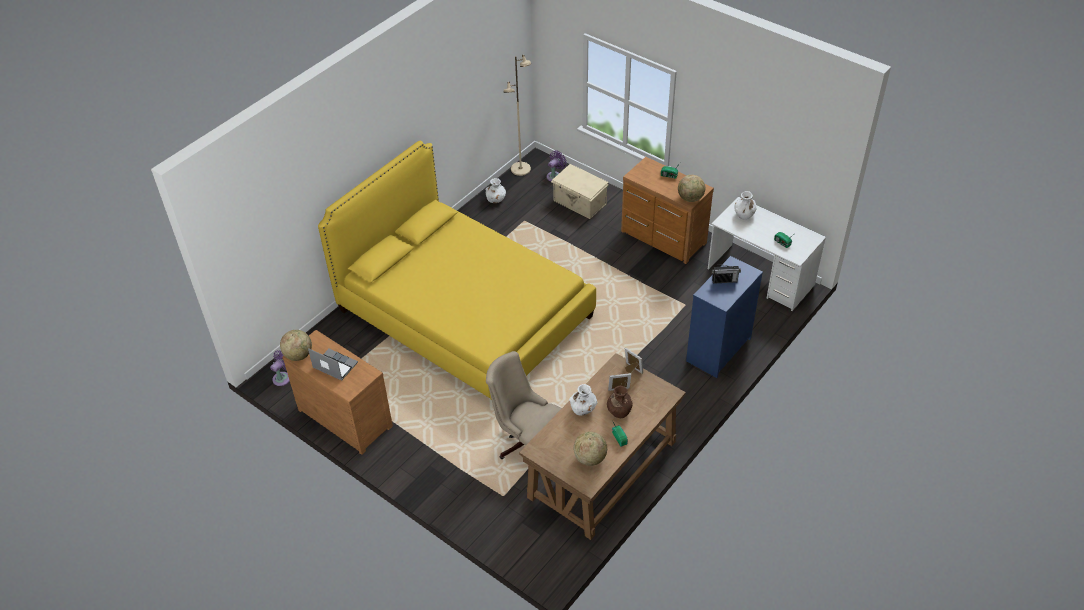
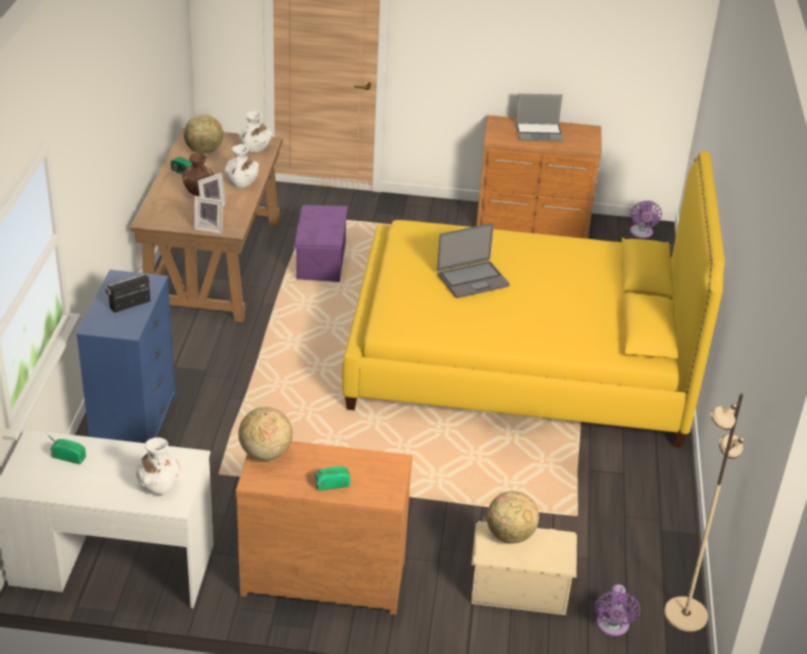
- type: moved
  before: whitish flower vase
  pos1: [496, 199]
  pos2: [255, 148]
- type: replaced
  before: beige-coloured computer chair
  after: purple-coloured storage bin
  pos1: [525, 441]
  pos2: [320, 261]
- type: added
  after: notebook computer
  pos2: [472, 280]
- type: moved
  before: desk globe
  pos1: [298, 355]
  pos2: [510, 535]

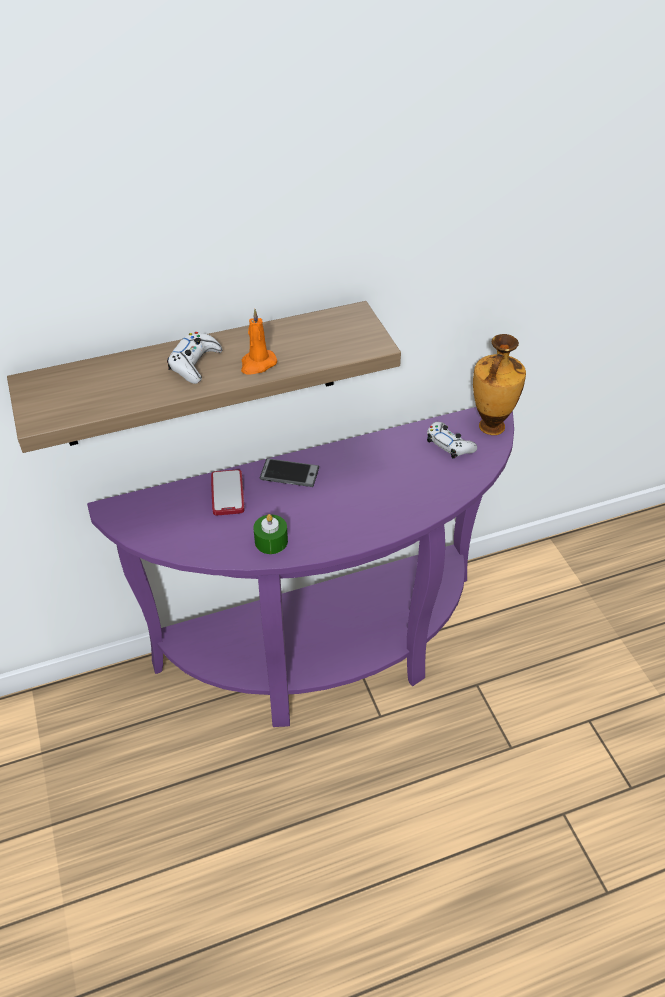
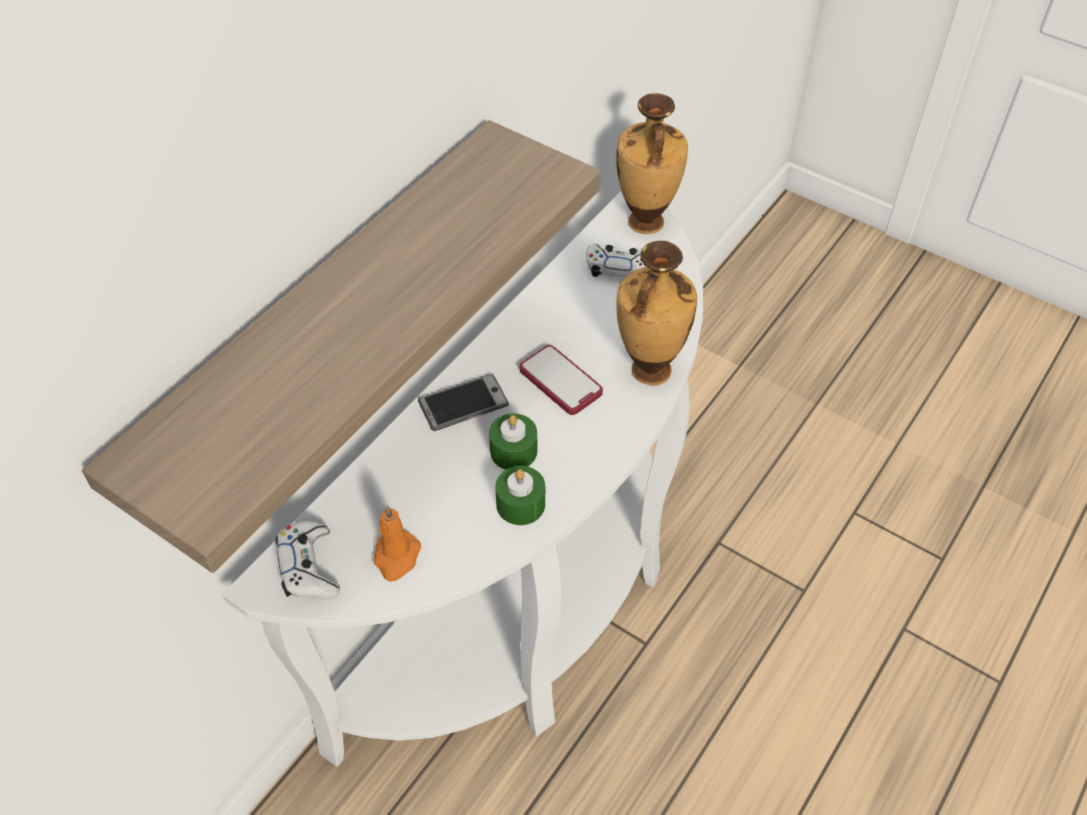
- type: recoloured
  before: purple-coloured hall table
  after: whitish hall table
  pos1: [328, 653]
  pos2: [531, 606]
- type: moved
  before: whitish gamepad
  pos1: [195, 364]
  pos2: [309, 567]
- type: moved
  before: orangey wax candle
  pos1: [257, 364]
  pos2: [396, 557]
- type: added
  after: green-coloured wax candle
  pos2: [513, 451]
- type: moved
  before: telephone
  pos1: [227, 493]
  pos2: [560, 381]
- type: added
  after: flower vase
  pos2: [648, 371]

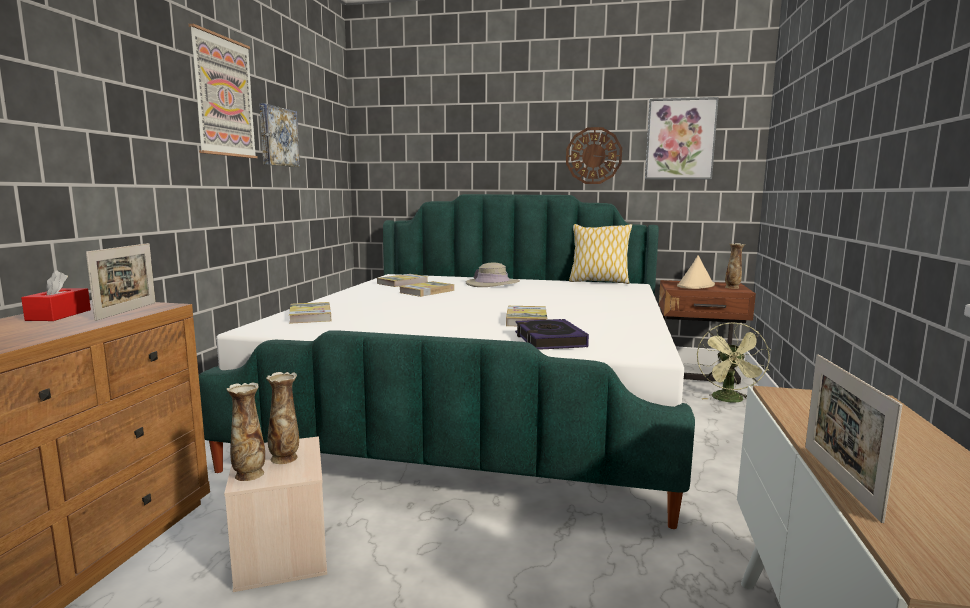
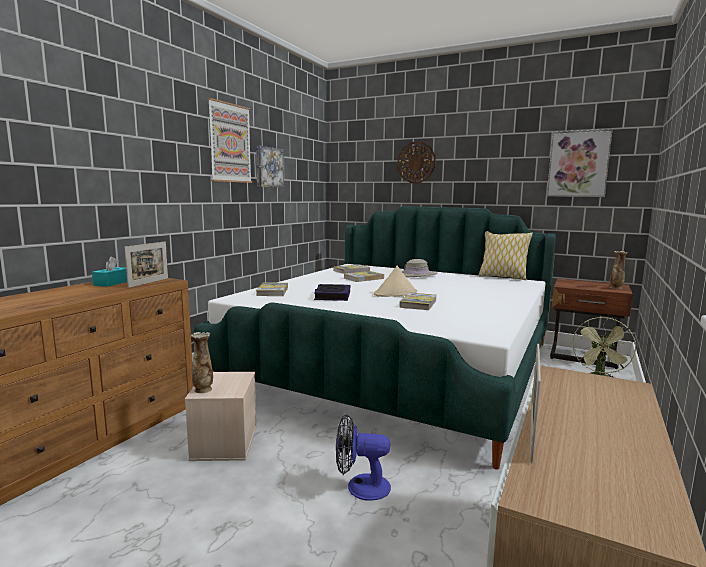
- type: recoloured
  before: red-coloured tissue holder
  after: turquoise tissue holder
  pos1: [59, 315]
  pos2: [112, 283]
- type: moved
  before: book
  pos1: [549, 340]
  pos2: [332, 296]
- type: added
  after: electric fan
  pos2: [360, 487]
- type: moved
  before: beige-coloured clothing hat
  pos1: [695, 286]
  pos2: [395, 293]
- type: moved
  before: hanging clock
  pos1: [593, 155]
  pos2: [416, 162]
- type: removed
  before: flower vase
  pos1: [285, 458]

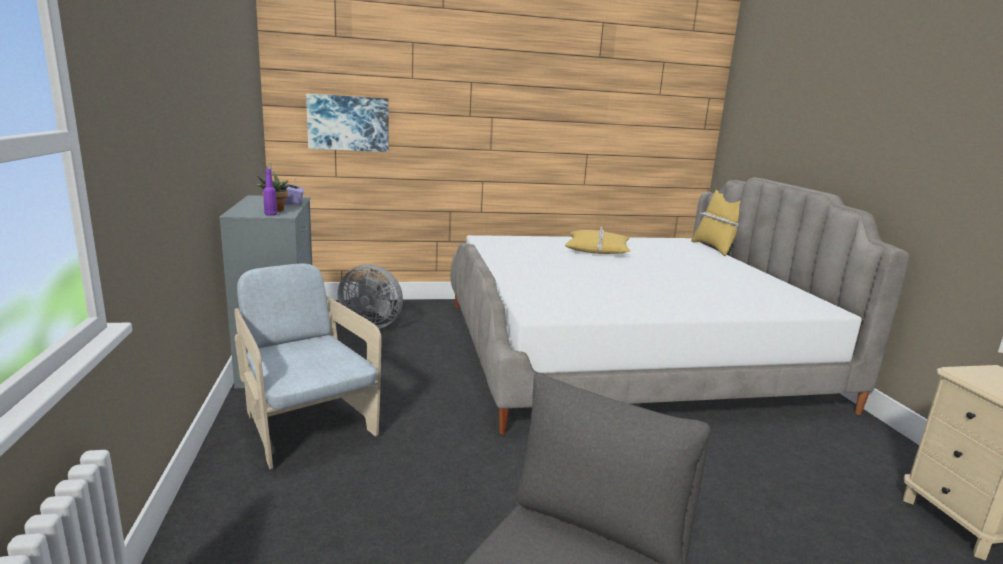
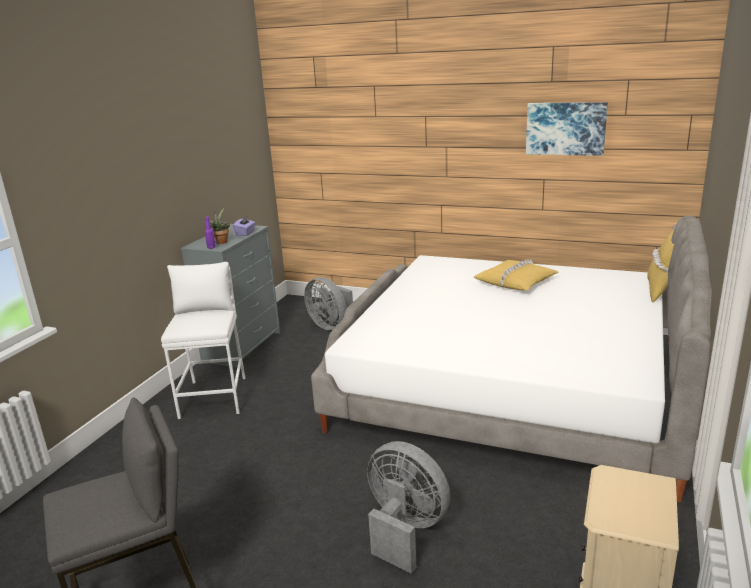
- type: replaced
  before: beige-coloured armchair
  after: whitish sitting stool
  pos1: [306, 425]
  pos2: [214, 397]
- type: added
  after: gray electric fan
  pos2: [405, 529]
- type: moved
  before: picture
  pos1: [348, 123]
  pos2: [565, 128]

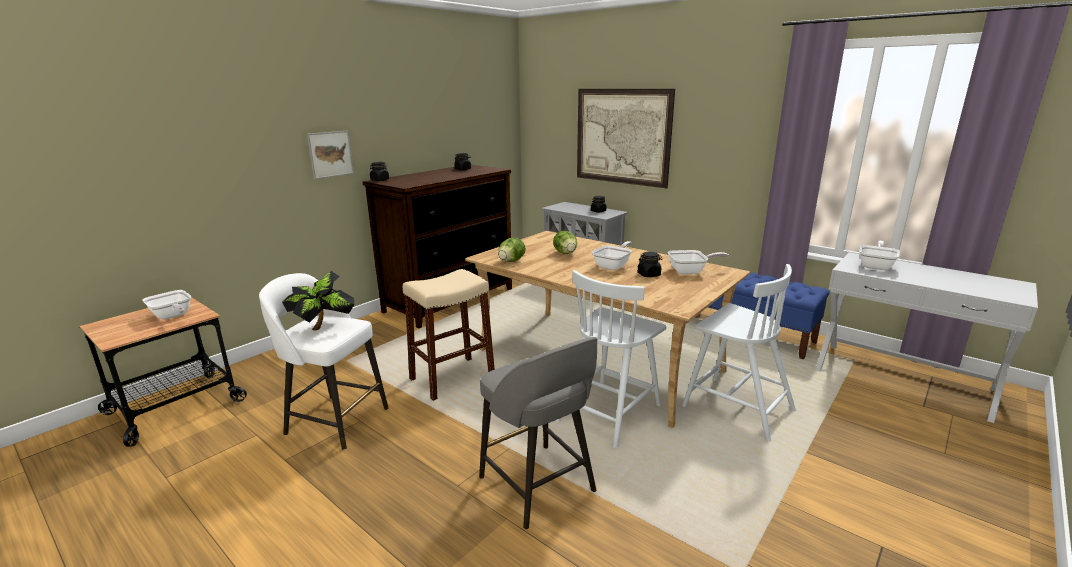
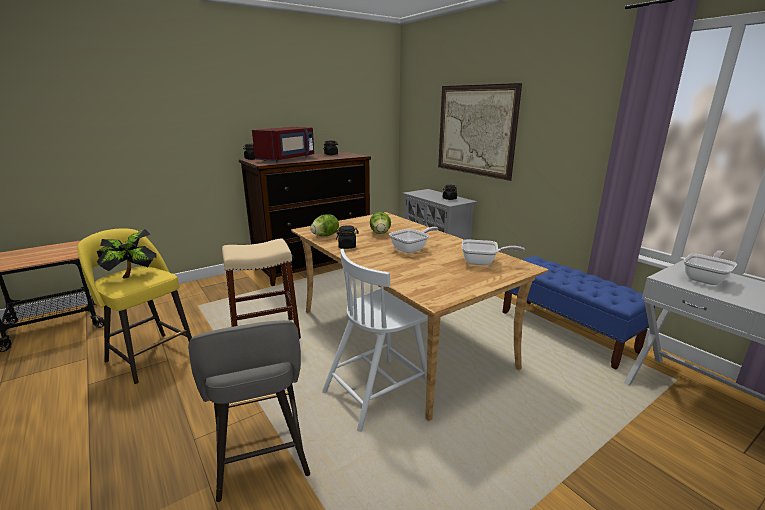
- type: recoloured
  before: whitish sitting stool
  after: yellow sitting stool
  pos1: [335, 420]
  pos2: [150, 356]
- type: added
  after: red-coloured microwave
  pos2: [287, 159]
- type: moved
  before: black jar
  pos1: [649, 275]
  pos2: [347, 246]
- type: removed
  before: frying pan
  pos1: [172, 316]
- type: removed
  before: picture
  pos1: [330, 154]
- type: removed
  before: whitish upright chair
  pos1: [736, 407]

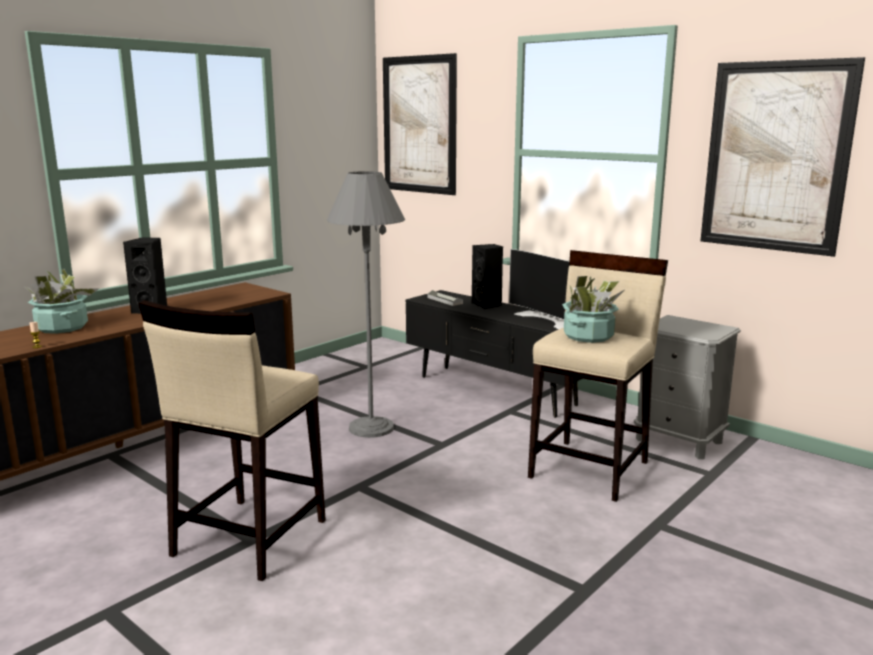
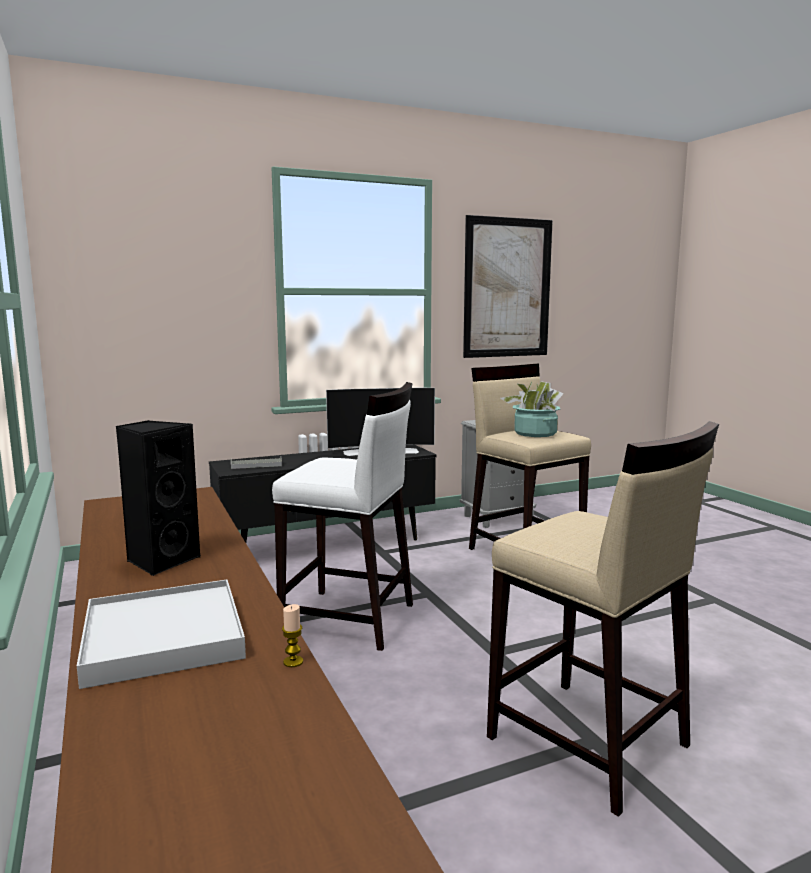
- type: replaced
  before: houseplant
  after: whitish carrying tray
  pos1: [62, 327]
  pos2: [163, 637]
- type: replaced
  before: gray standard lamp
  after: whitish sitting stool
  pos1: [371, 428]
  pos2: [349, 619]
- type: removed
  before: picture
  pos1: [419, 125]
- type: removed
  before: black speaker
  pos1: [487, 305]

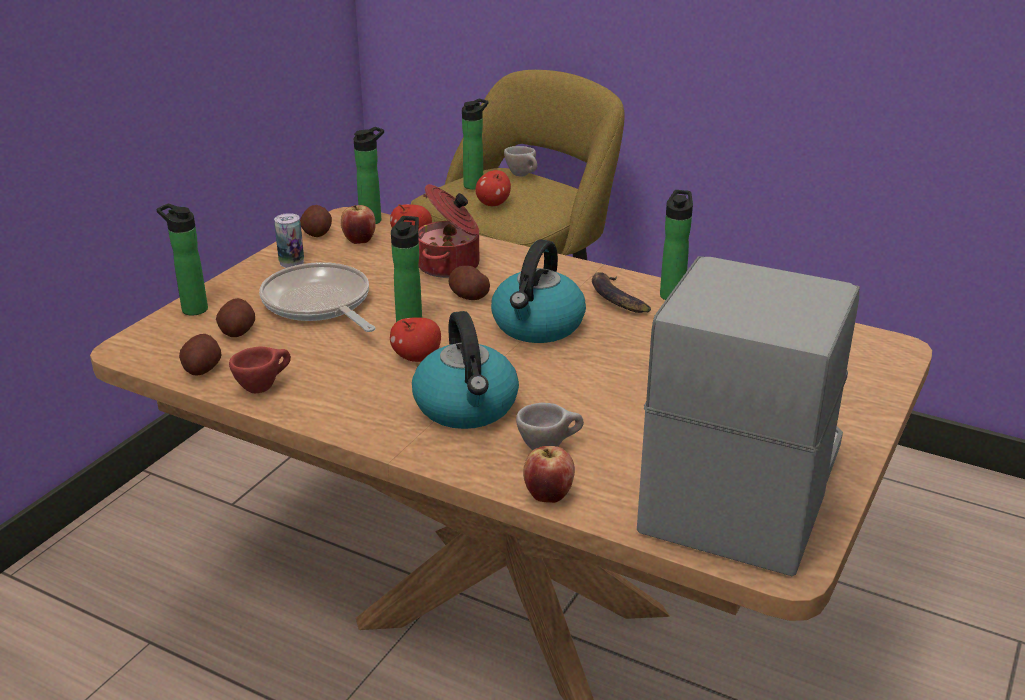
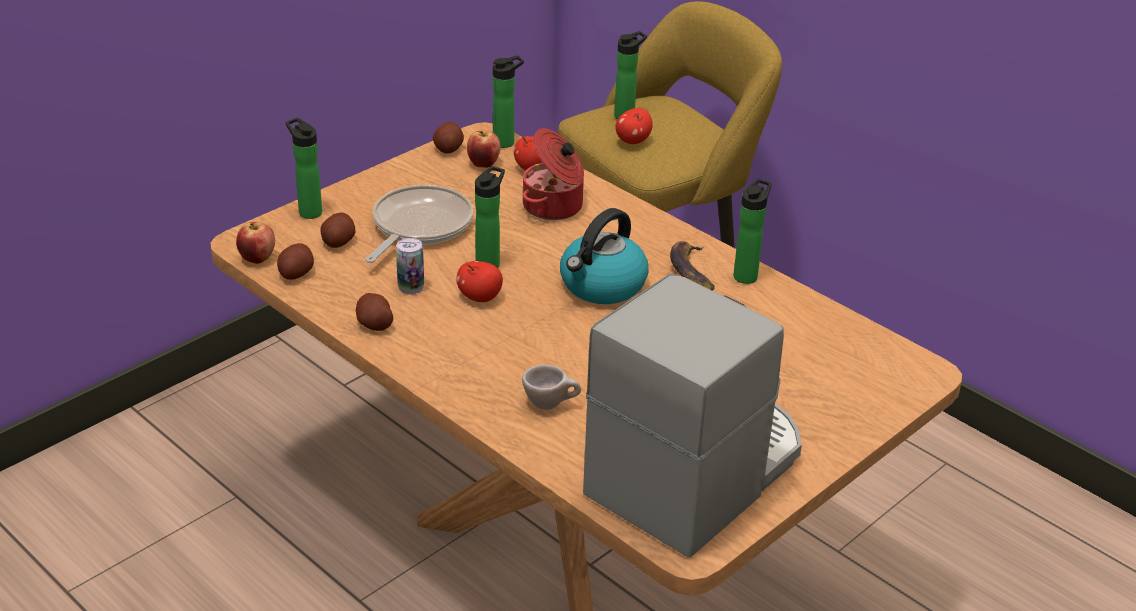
- type: moved
  before: apple fruit
  pos1: [549, 495]
  pos2: [257, 259]
- type: moved
  before: whole potato
  pos1: [468, 296]
  pos2: [374, 324]
- type: turned
  before: frying pan
  pos1: [319, 304]
  pos2: [418, 227]
  turn: 45
- type: moved
  before: sealed can
  pos1: [291, 262]
  pos2: [411, 287]
- type: removed
  before: red-coloured cup
  pos1: [263, 386]
- type: removed
  before: kettle
  pos1: [467, 407]
- type: removed
  before: beige-coloured cup
  pos1: [523, 175]

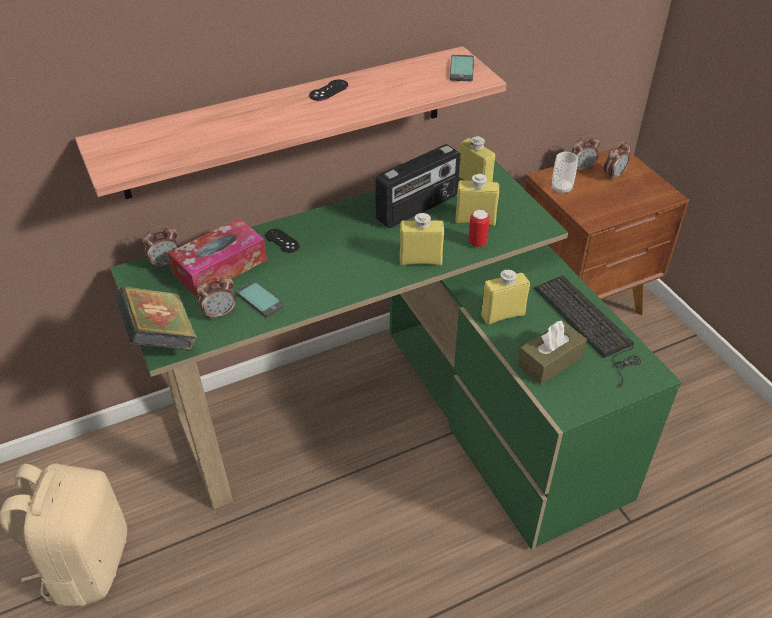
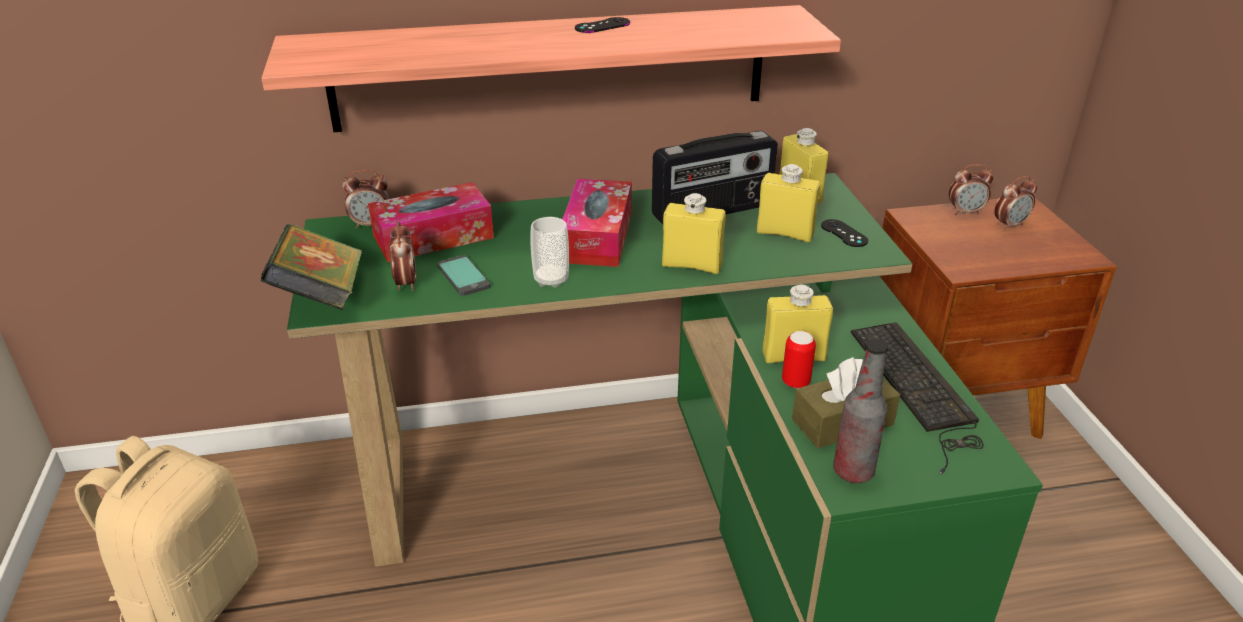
- type: turned
  before: table clock
  pos1: [219, 313]
  pos2: [406, 283]
  turn: -90
- type: moved
  before: cup
  pos1: [561, 188]
  pos2: [551, 280]
- type: added
  after: tissue holder
  pos2: [597, 237]
- type: moved
  before: sealed can
  pos1: [477, 243]
  pos2: [795, 382]
- type: moved
  before: black gamepad
  pos1: [282, 241]
  pos2: [844, 233]
- type: added
  after: bottle
  pos2: [853, 471]
- type: removed
  before: telephone
  pos1: [462, 69]

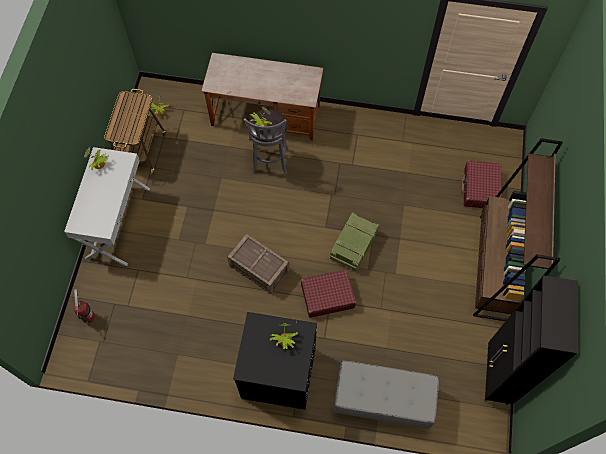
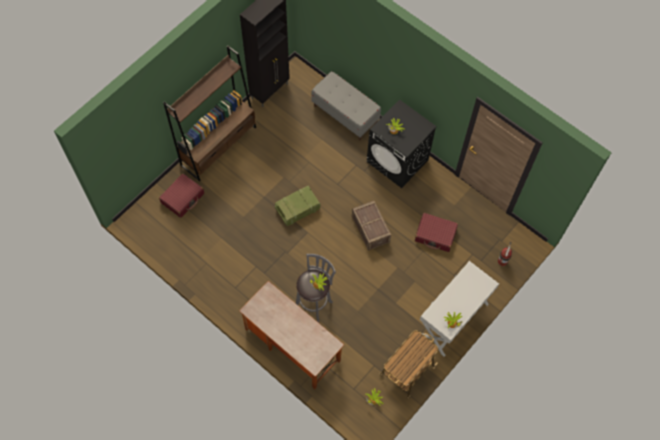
- type: moved
  before: red-coloured travel case
  pos1: [327, 296]
  pos2: [435, 235]

